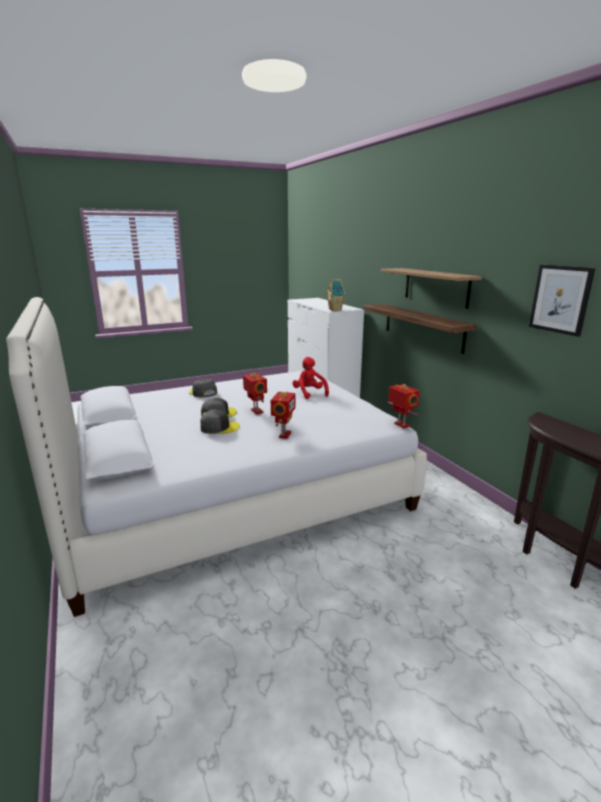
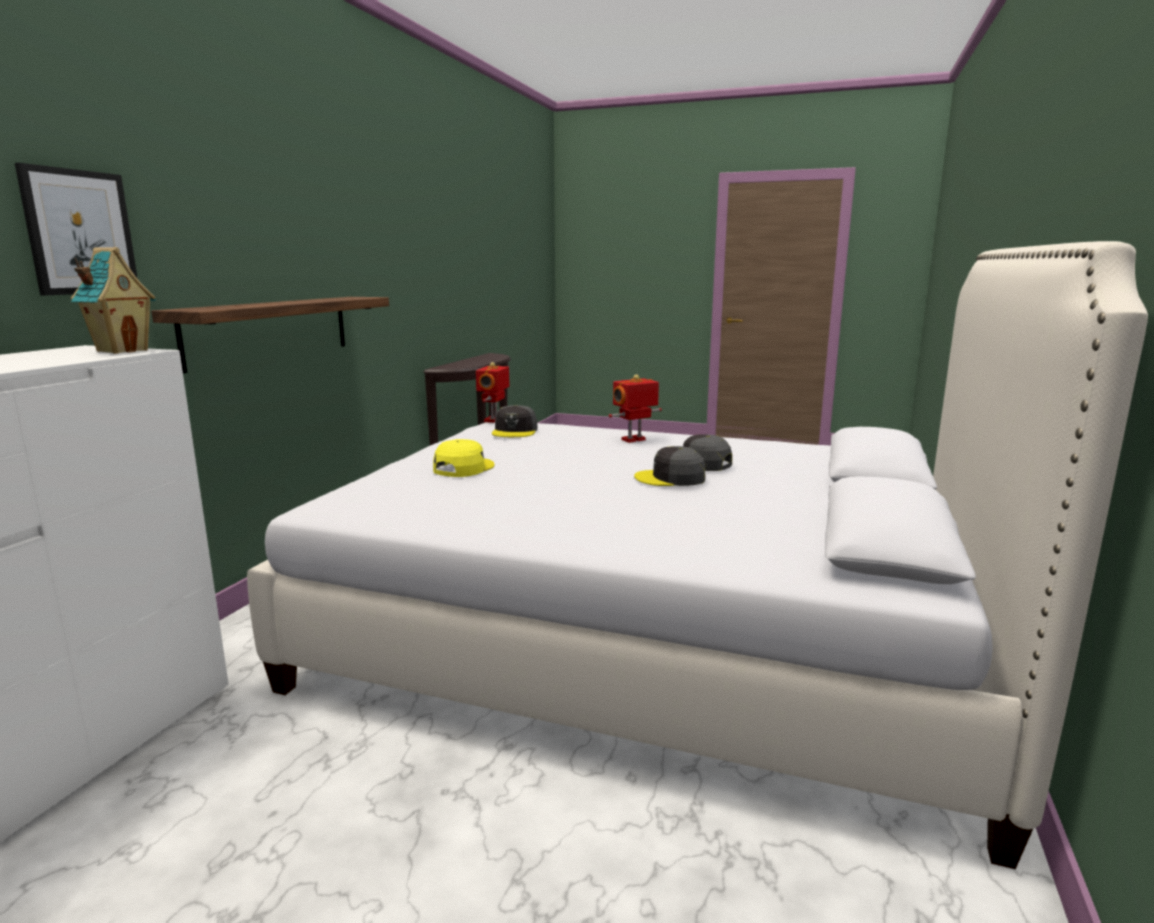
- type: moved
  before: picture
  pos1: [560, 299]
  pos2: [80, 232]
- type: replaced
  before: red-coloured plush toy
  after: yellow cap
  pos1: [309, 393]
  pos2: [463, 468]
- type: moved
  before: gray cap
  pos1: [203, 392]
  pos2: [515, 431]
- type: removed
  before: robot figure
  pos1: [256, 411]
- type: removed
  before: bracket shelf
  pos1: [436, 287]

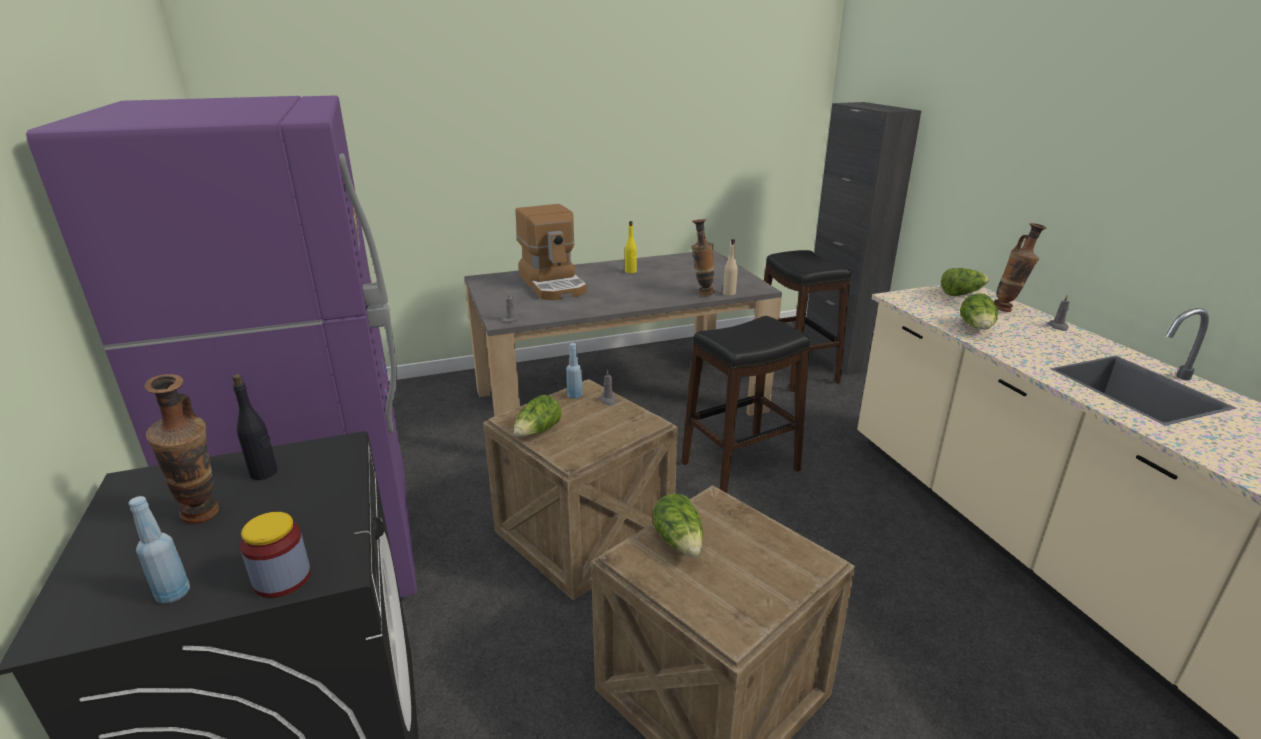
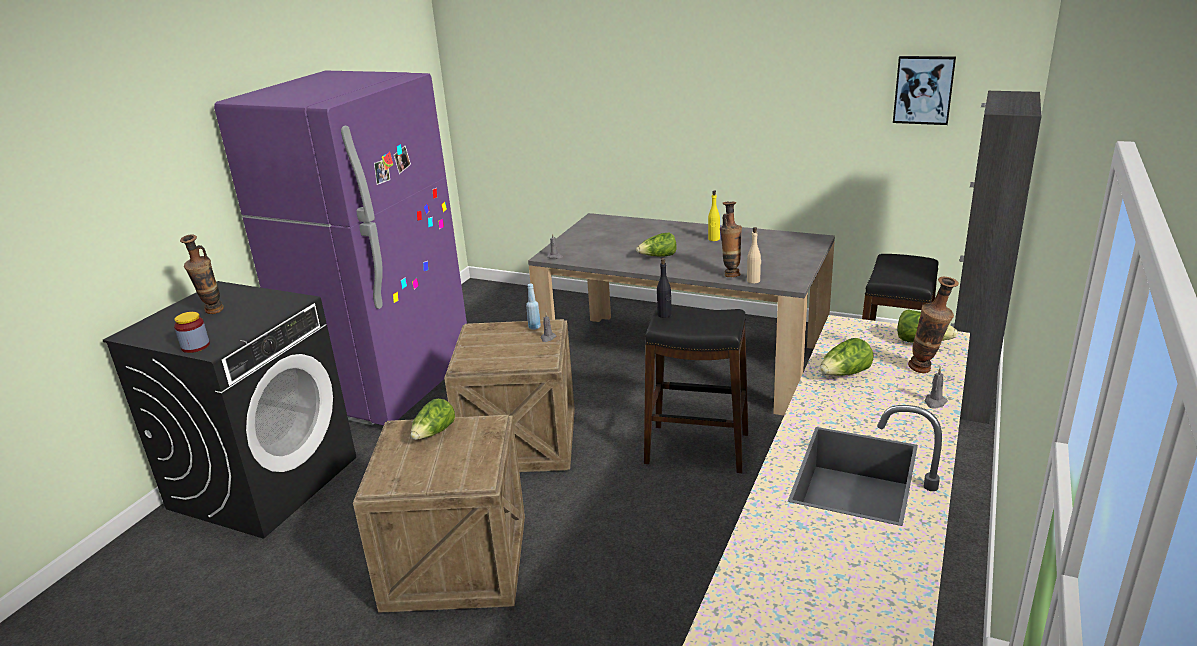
- type: moved
  before: lettuce head
  pos1: [538, 432]
  pos2: [658, 256]
- type: moved
  before: black bottle
  pos1: [264, 473]
  pos2: [664, 315]
- type: added
  after: picture
  pos2: [923, 90]
- type: removed
  before: bluish bottle
  pos1: [173, 594]
- type: removed
  before: coffee machine
  pos1: [554, 284]

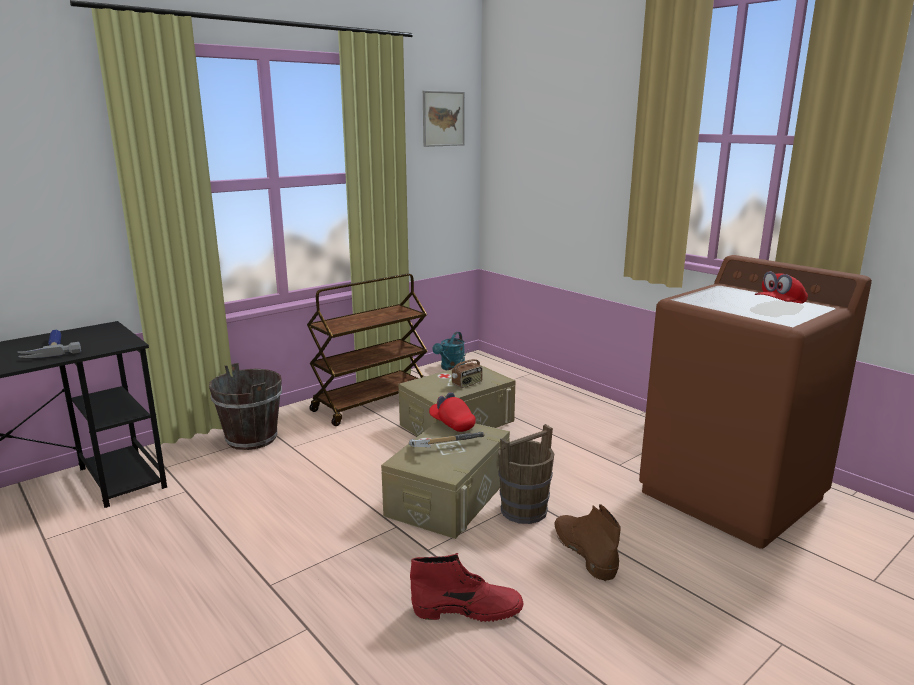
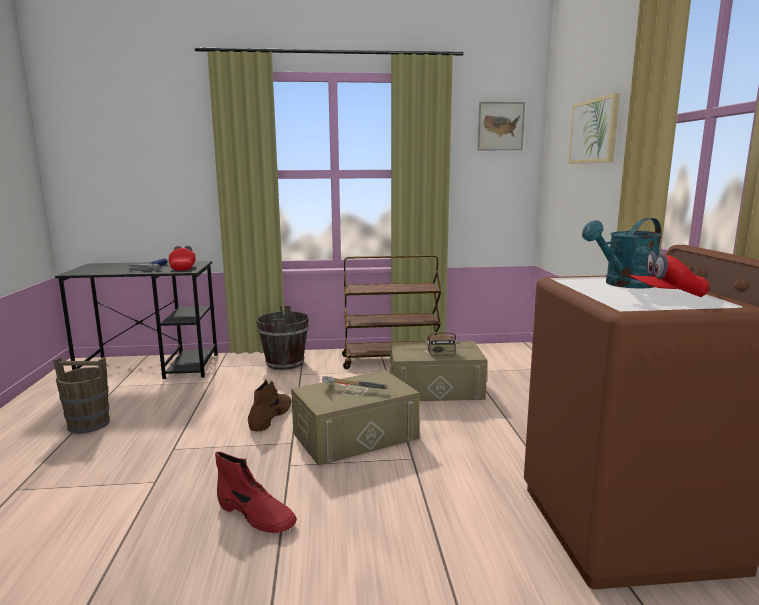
- type: moved
  before: brownish water bucket
  pos1: [523, 510]
  pos2: [88, 424]
- type: moved
  before: red-coloured cap
  pos1: [452, 424]
  pos2: [183, 268]
- type: moved
  before: brownish high-top boot
  pos1: [583, 551]
  pos2: [271, 416]
- type: added
  after: picture
  pos2: [594, 131]
- type: moved
  before: turquoise sprinkling can
  pos1: [451, 368]
  pos2: [624, 284]

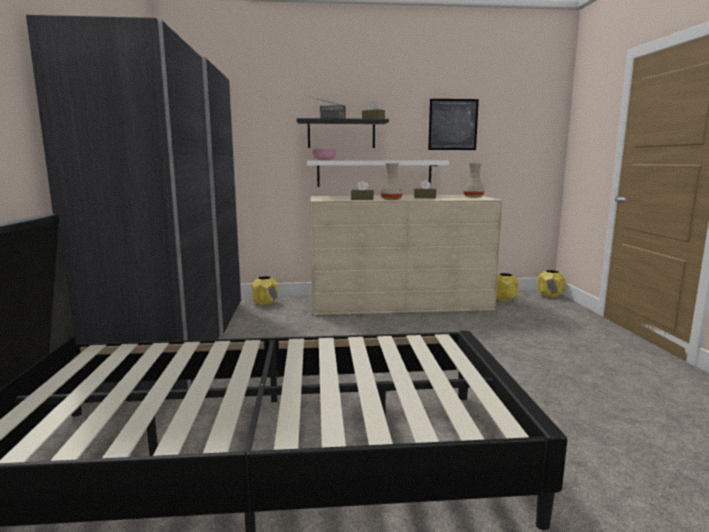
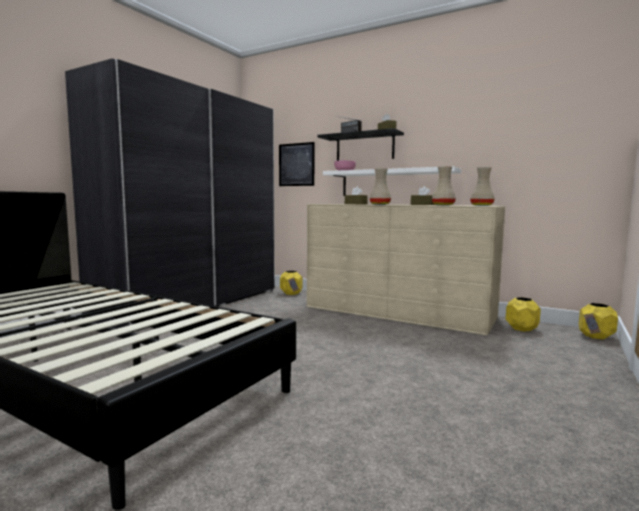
- type: moved
  before: picture
  pos1: [453, 124]
  pos2: [296, 164]
- type: added
  after: beige-coloured flower vase
  pos2: [443, 205]

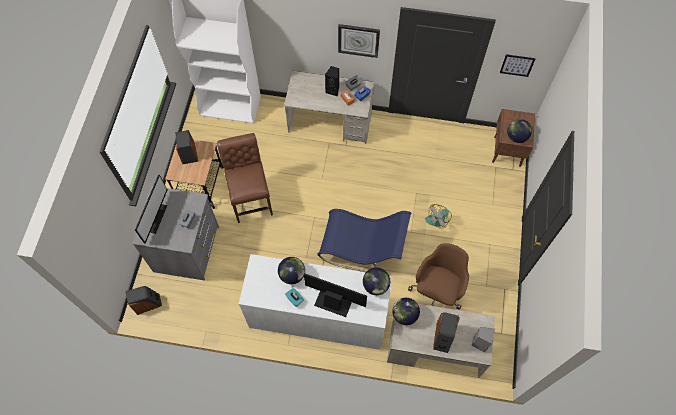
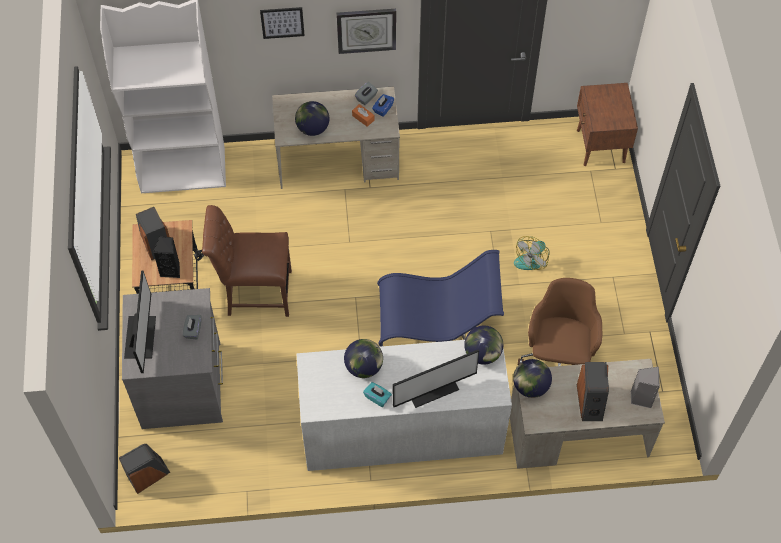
- type: moved
  before: black speaker
  pos1: [333, 90]
  pos2: [171, 270]
- type: turned
  before: brownish upright chair
  pos1: [251, 198]
  pos2: [255, 292]
  turn: -60
- type: moved
  before: picture
  pos1: [517, 65]
  pos2: [282, 22]
- type: moved
  before: desk globe
  pos1: [516, 137]
  pos2: [312, 128]
- type: turned
  before: computer screen
  pos1: [333, 301]
  pos2: [432, 388]
  turn: 150

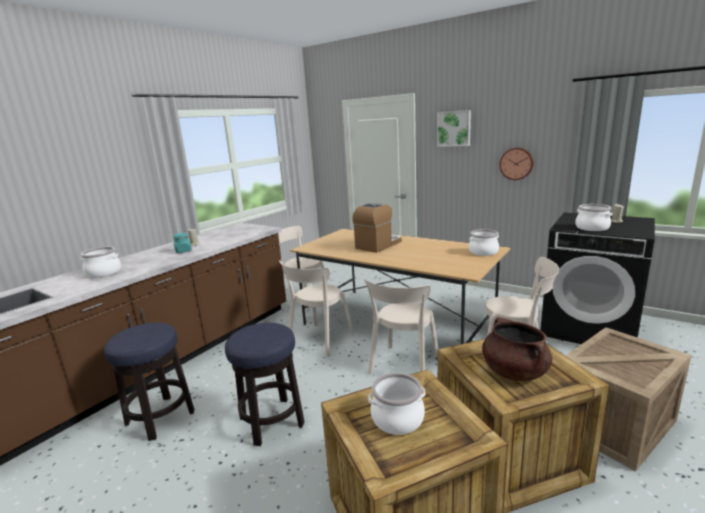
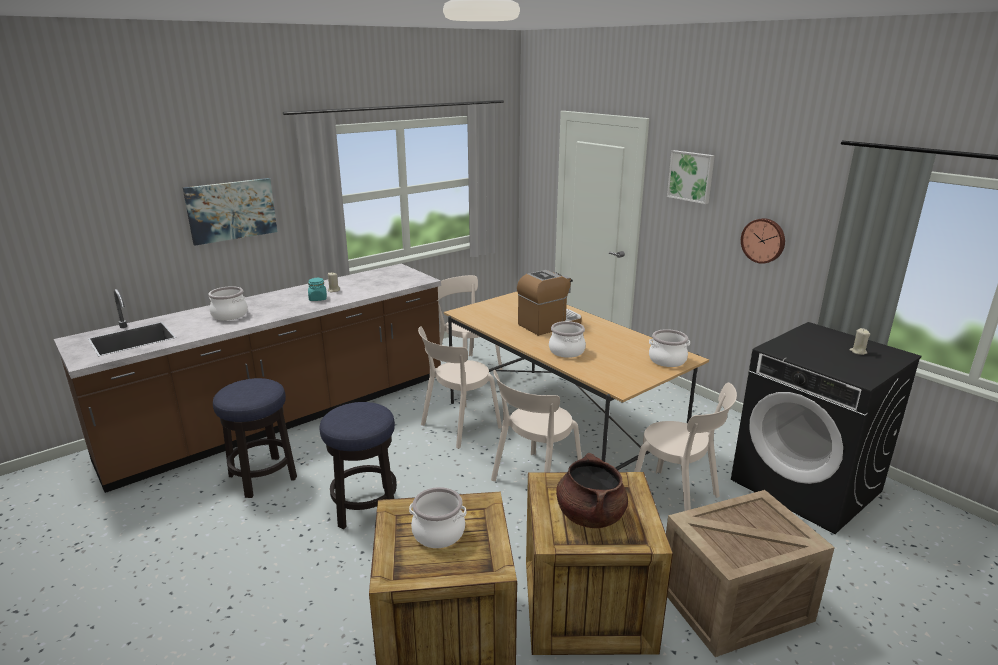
- type: added
  after: picture
  pos2: [231, 210]
- type: moved
  before: cooking pot
  pos1: [592, 228]
  pos2: [567, 351]

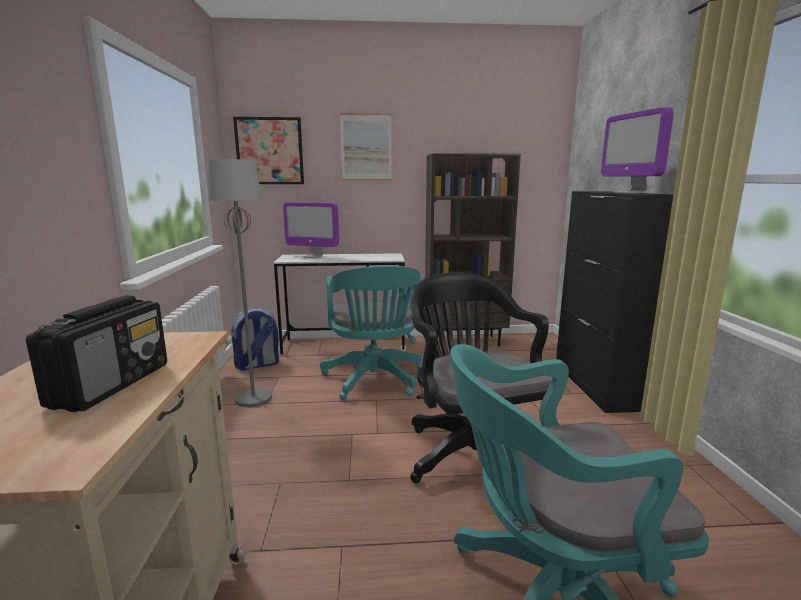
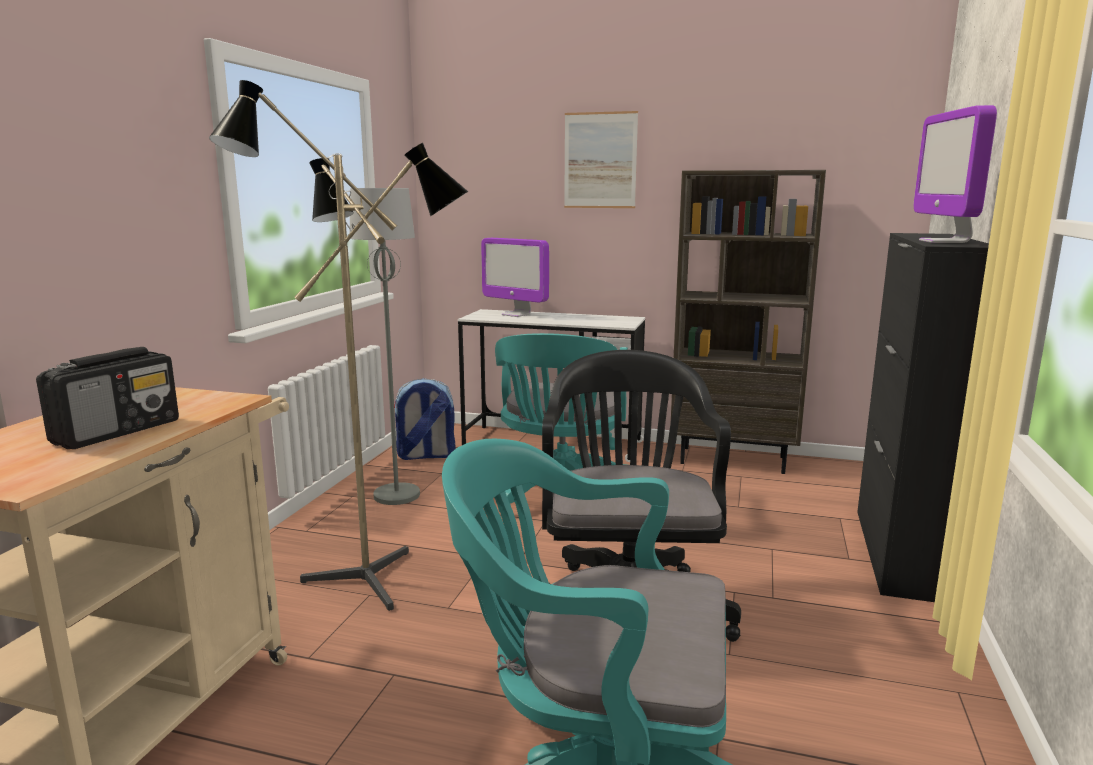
- type: added
  after: standard lamp
  pos2: [367, 573]
- type: removed
  before: picture
  pos1: [270, 151]

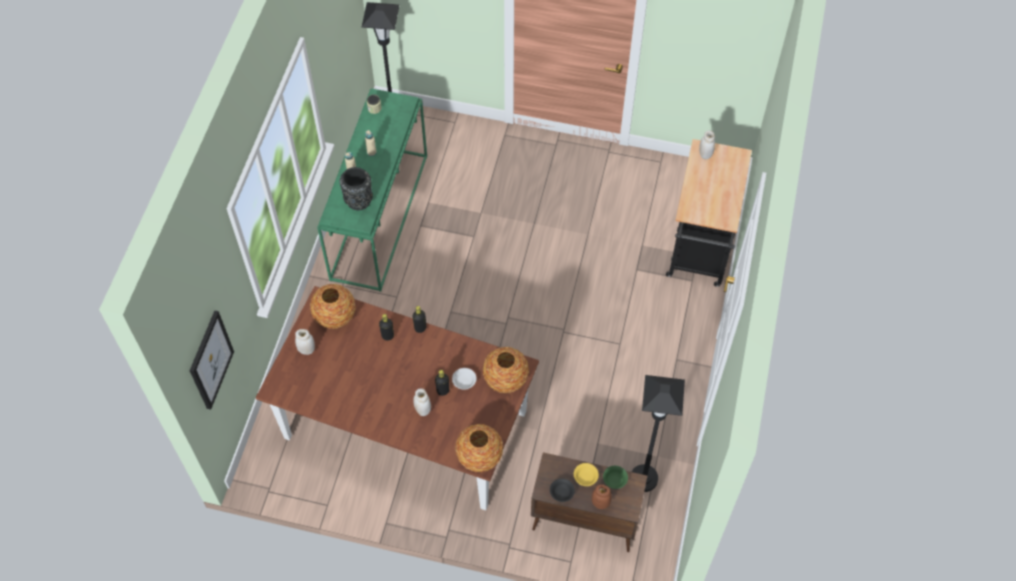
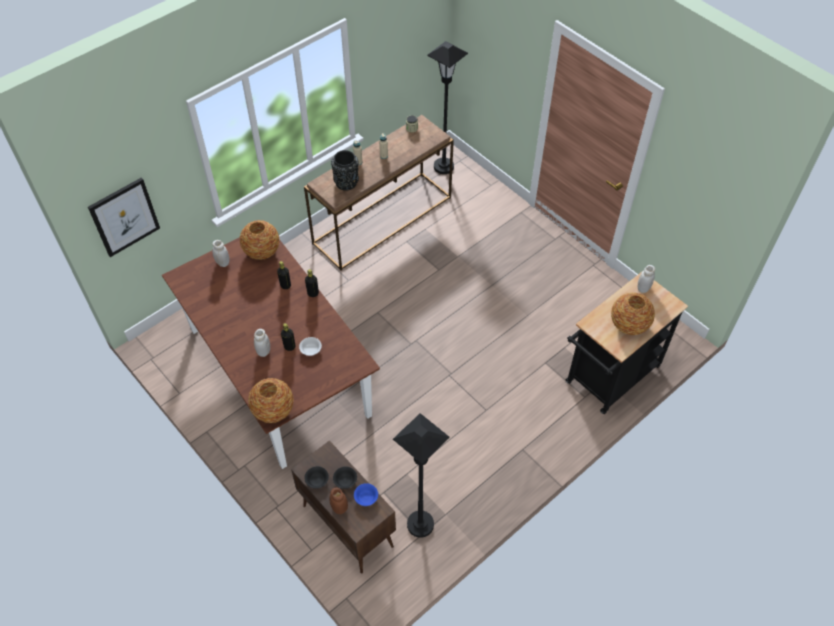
- type: recoloured
  before: green-coloured hall table
  after: brownish hall table
  pos1: [379, 215]
  pos2: [383, 219]
- type: recoloured
  before: yellow serving bowl
  after: black serving bowl
  pos1: [585, 476]
  pos2: [345, 480]
- type: recoloured
  before: green-coloured serving bowl
  after: bluish serving bowl
  pos1: [614, 479]
  pos2: [366, 497]
- type: moved
  before: flower vase
  pos1: [506, 379]
  pos2: [629, 325]

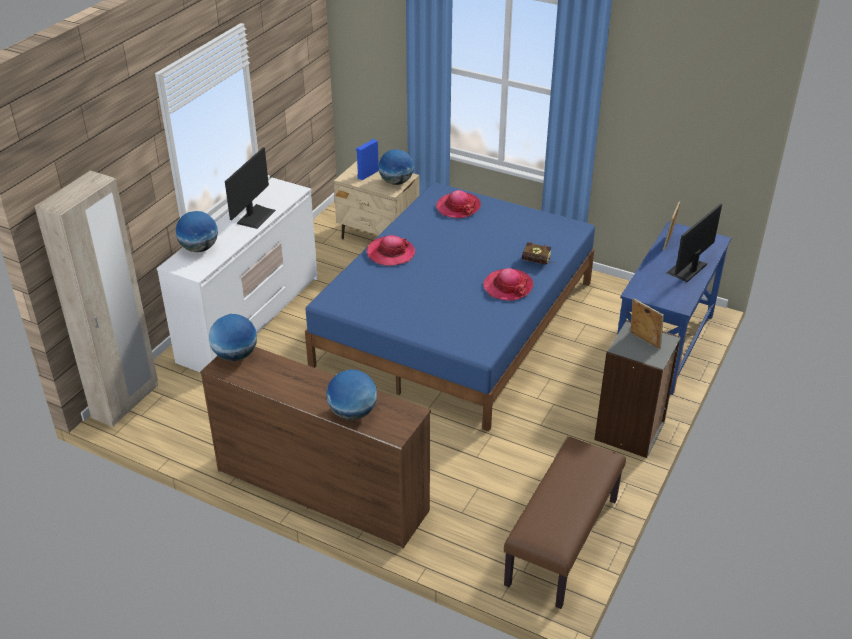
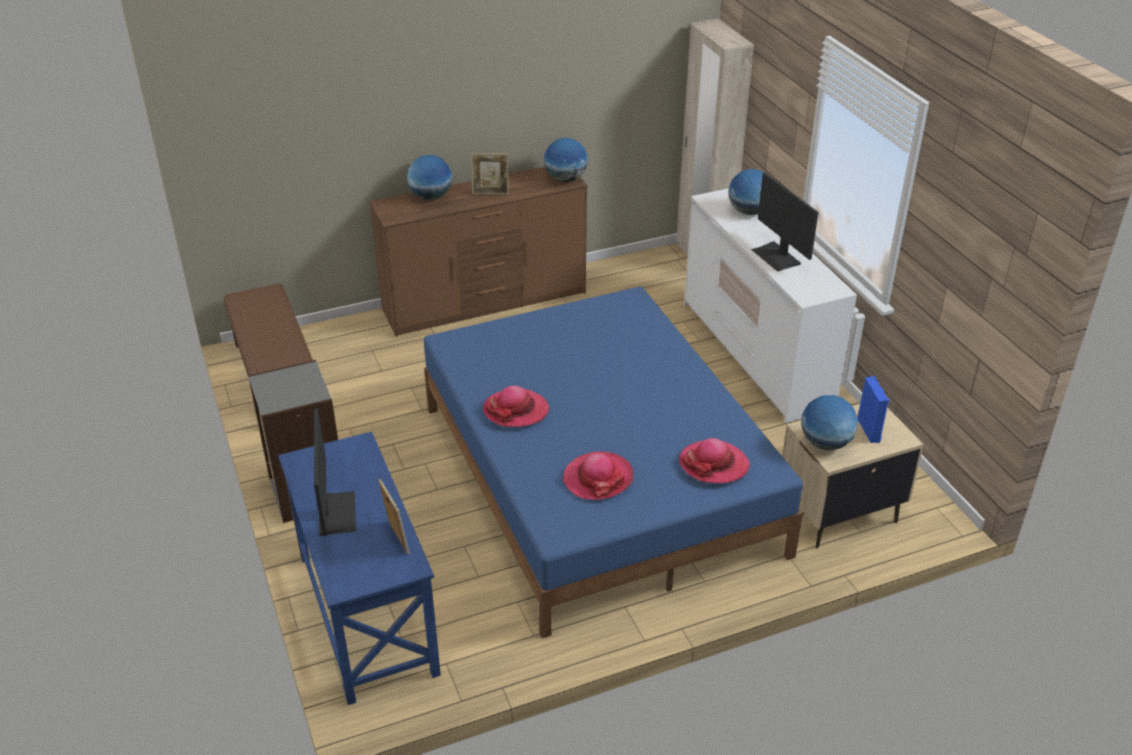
- type: moved
  before: photo frame
  pos1: [643, 341]
  pos2: [491, 193]
- type: moved
  before: clothing hat
  pos1: [390, 253]
  pos2: [598, 478]
- type: removed
  before: book
  pos1: [539, 262]

